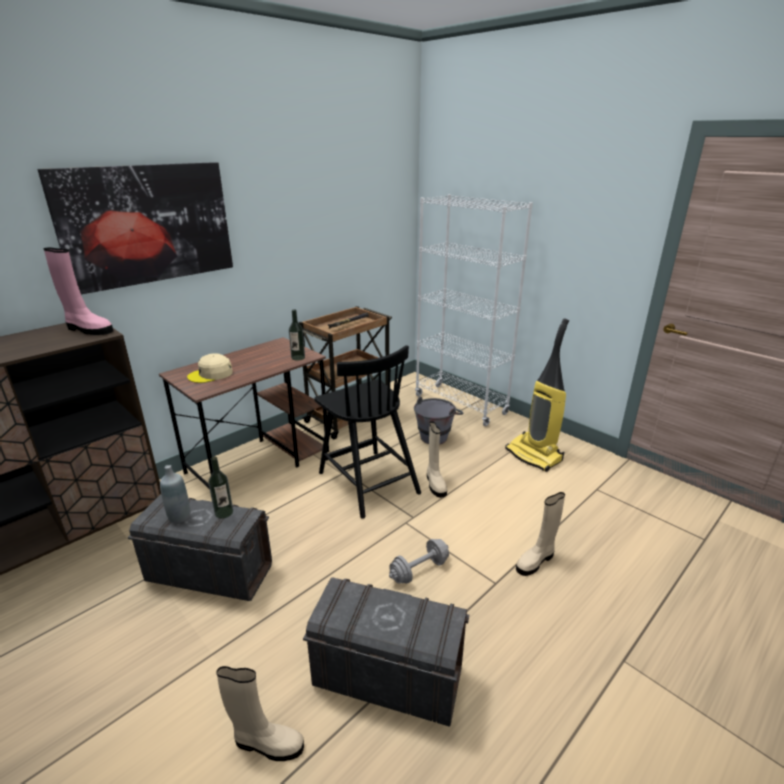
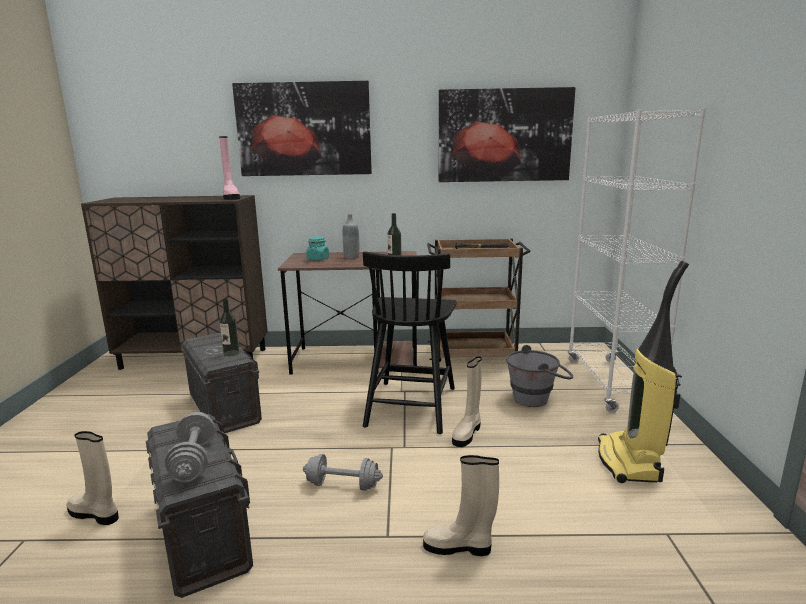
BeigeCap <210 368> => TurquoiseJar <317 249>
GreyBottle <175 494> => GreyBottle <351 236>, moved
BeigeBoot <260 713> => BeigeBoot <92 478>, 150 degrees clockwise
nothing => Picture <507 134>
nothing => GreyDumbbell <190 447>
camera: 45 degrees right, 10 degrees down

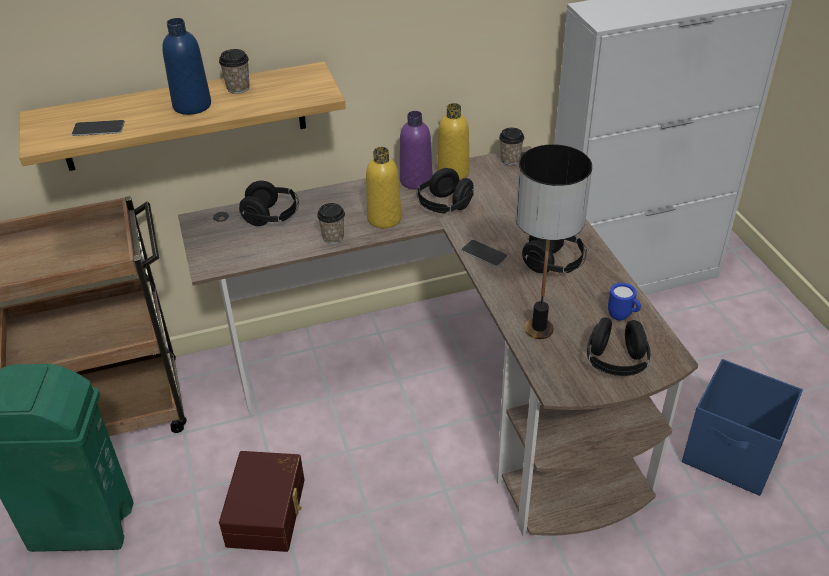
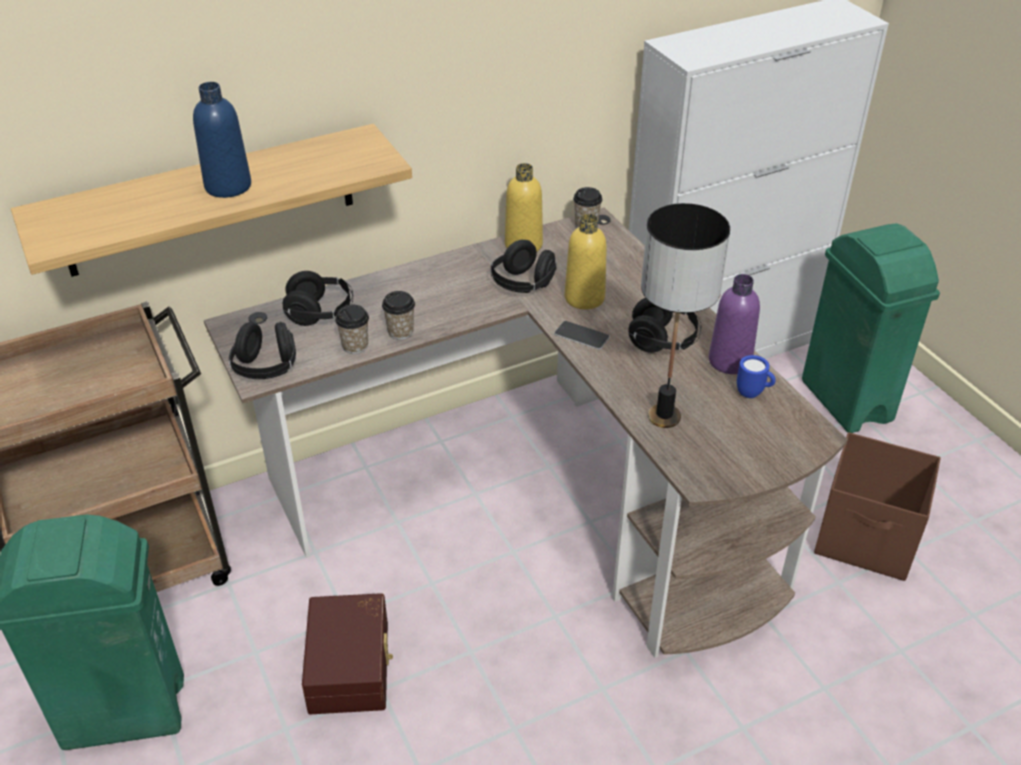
Cup <234 71> => Cup <352 329>, moved
PurpleBottle <416 150> => PurpleBottle <734 324>, moved
Phone <98 128> => nothing
YellowBottle <384 187> => YellowBottle <586 261>, moved
BlackHeadphones <618 346> => BlackHeadphones <262 350>, moved
BlueStorageBox <742 427> => BrownStorageBox <877 506>
nothing => GreenTrashCan <871 328>
camera: 10 degrees left, 0 degrees up

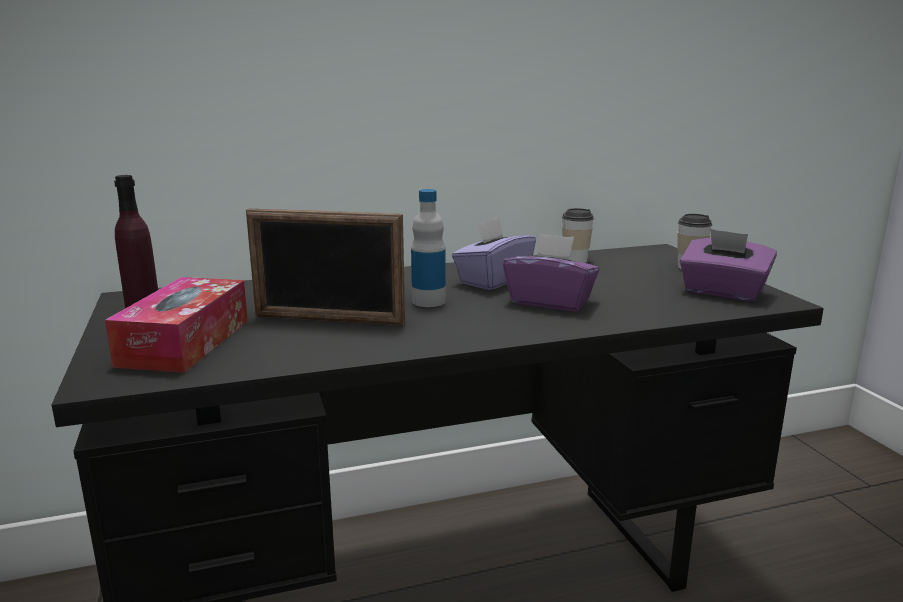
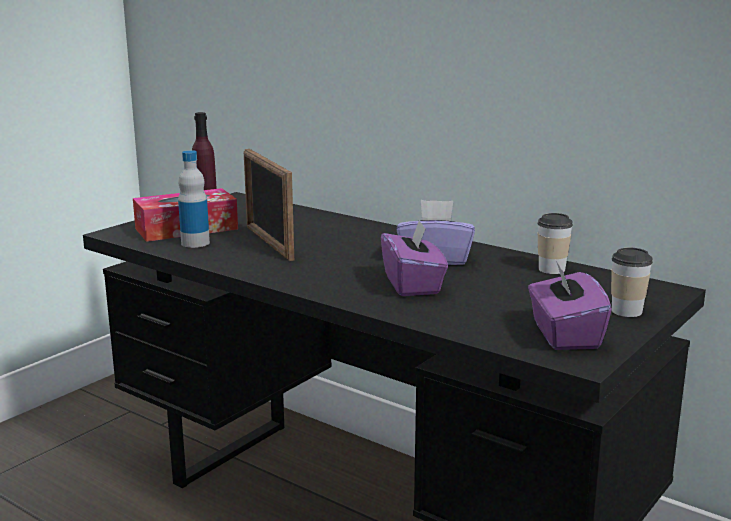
Bottle <428 248> => Bottle <194 199>, moved
camera: 55 degrees right, 0 degrees up

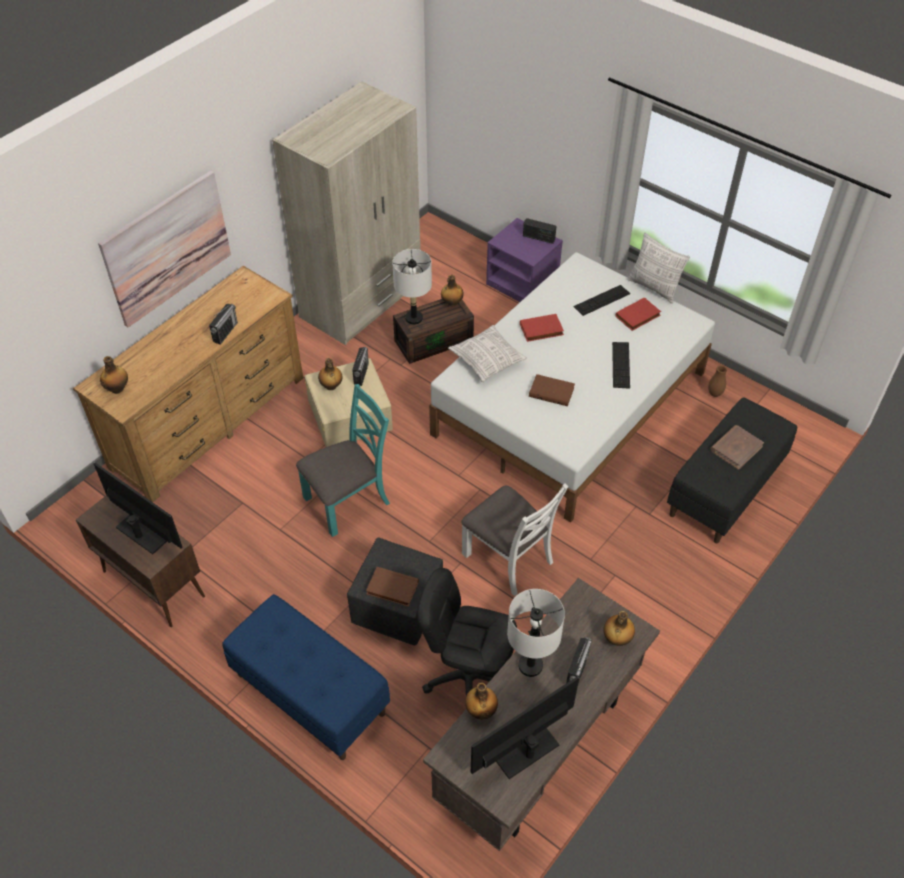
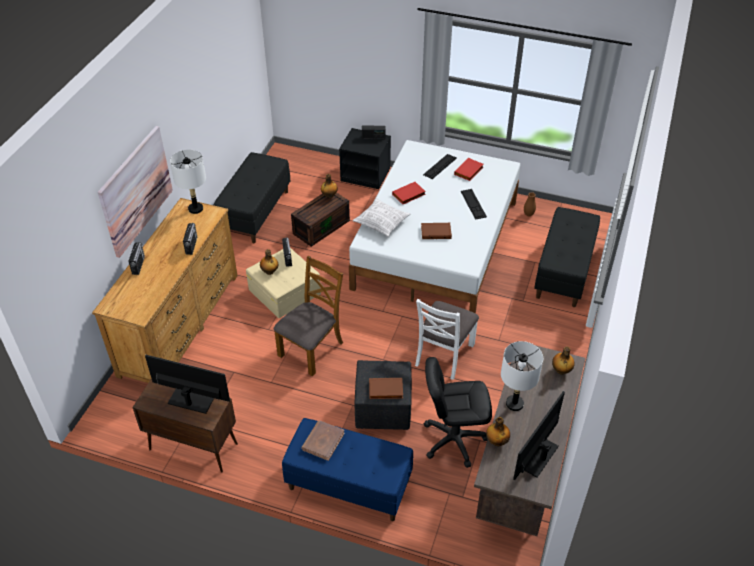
BeigeWardrobe <346 213> => BlackBench <252 197>
PurpleNightstand <524 260> => BlackNightstand <365 158>
Pillow <658 268> => nothing
WhiteTableLamp <412 287> => WhiteTableLamp <188 182>, moved
Bottle <114 375> => nothing
TurquoiseChair <343 460> => BrownChair <308 316>
BrownBook <737 447> => BrownBook <323 440>, moved
WhiteChair <514 539> => WhiteChair <447 339>, 90 degrees clockwise
Radio <579 660> => Radio <136 258>, moved
camera: 20 degrees left, 5 degrees down

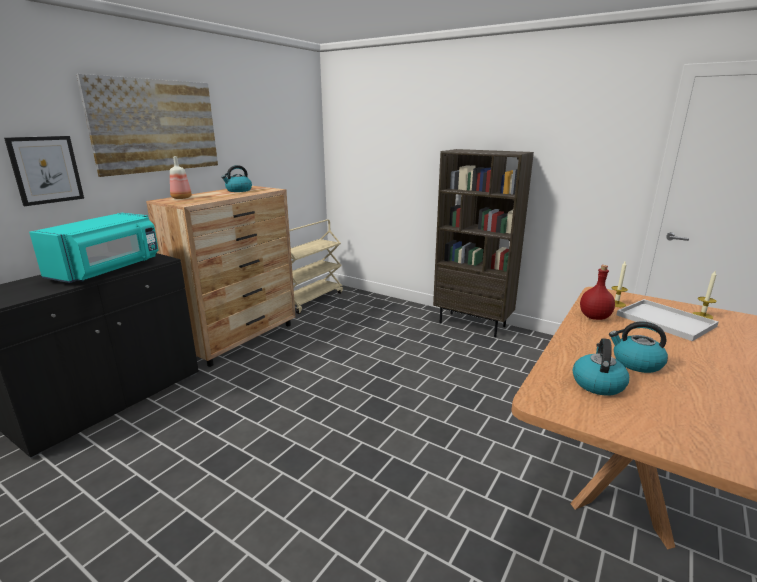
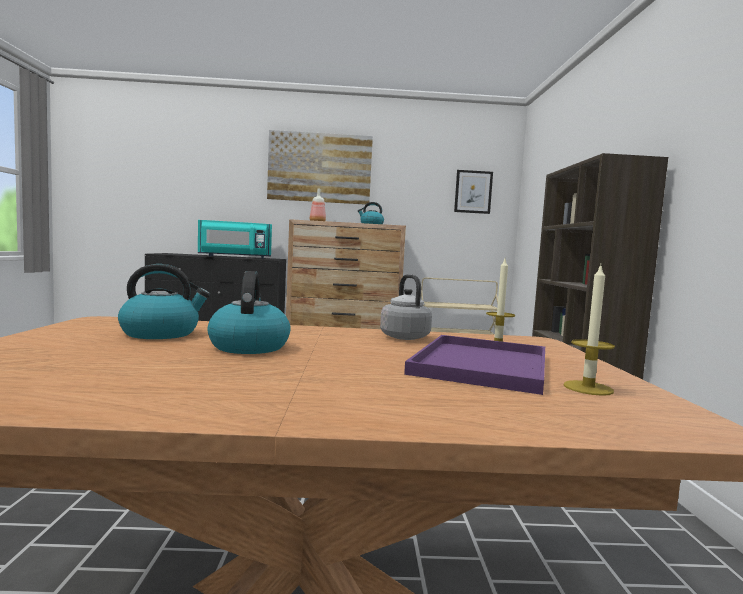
Picture <44 171> => Picture <473 192>, moved
RedBottle <597 292> => GreyKettle <406 307>
WhiteTray <668 320> => PurpleTray <474 365>
camera: 55 degrees right, 15 degrees down

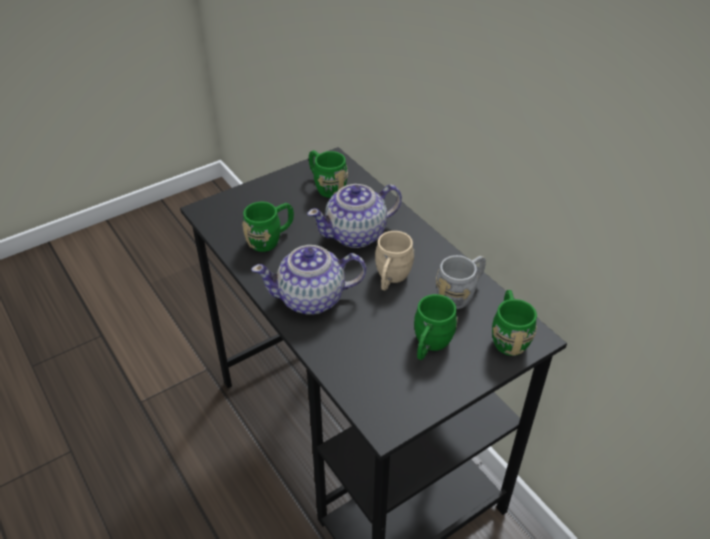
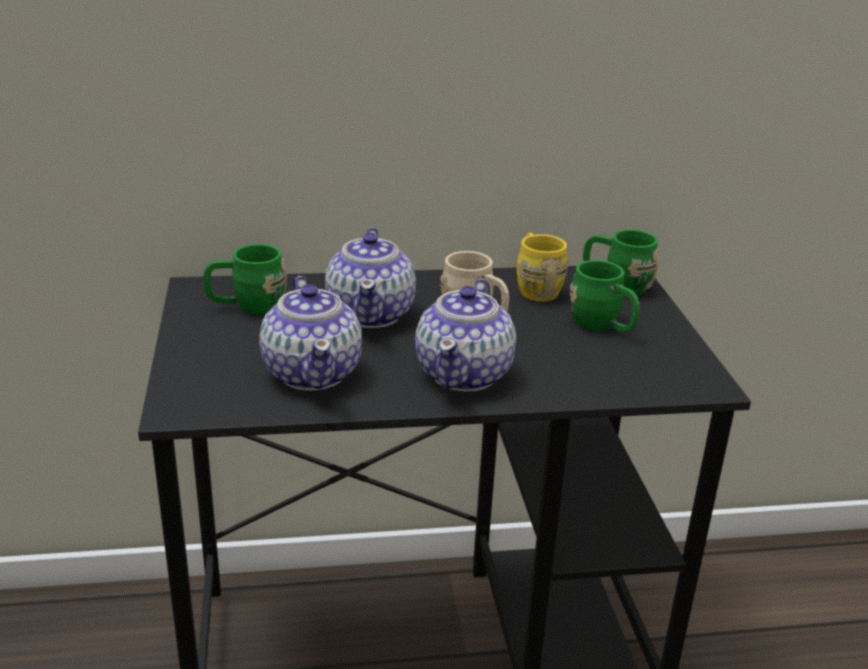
GreenMug <268 227> => Teapot <310 333>
GreyMug <461 282> => YellowMug <542 267>
camera: 65 degrees left, 15 degrees down

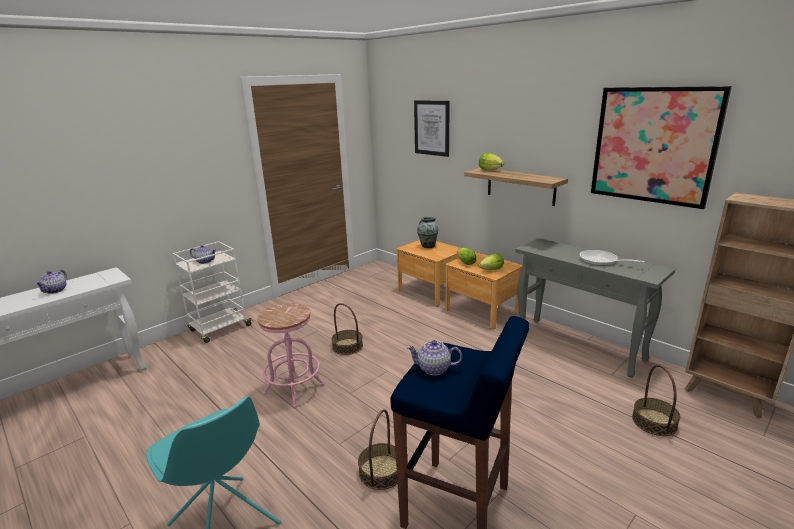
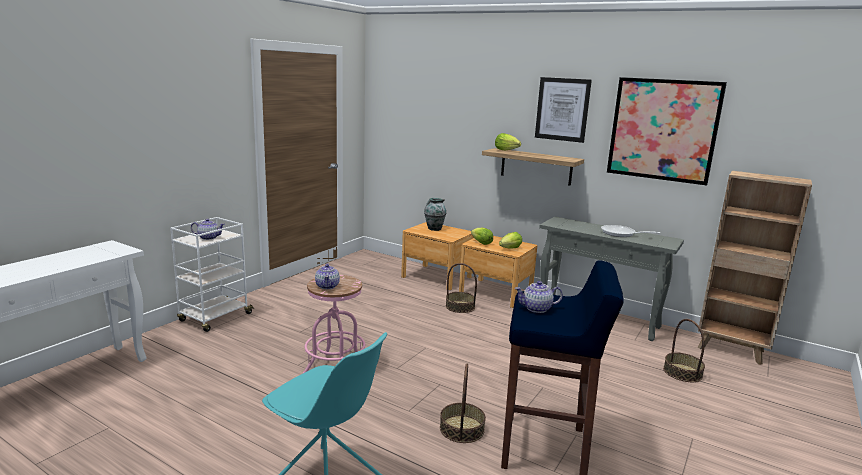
Picture <432 128> => Picture <563 110>, moved
Teapot <51 282> => Teapot <327 276>, moved
Basket <347 329> => Basket <461 288>, moved
camera: 15 degrees left, 5 degrees down

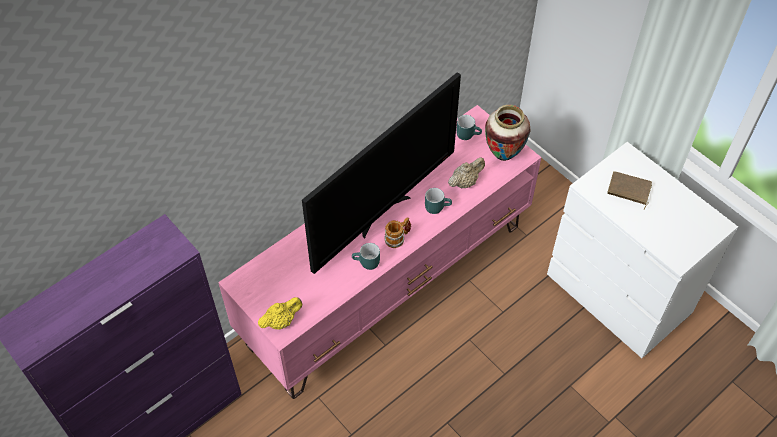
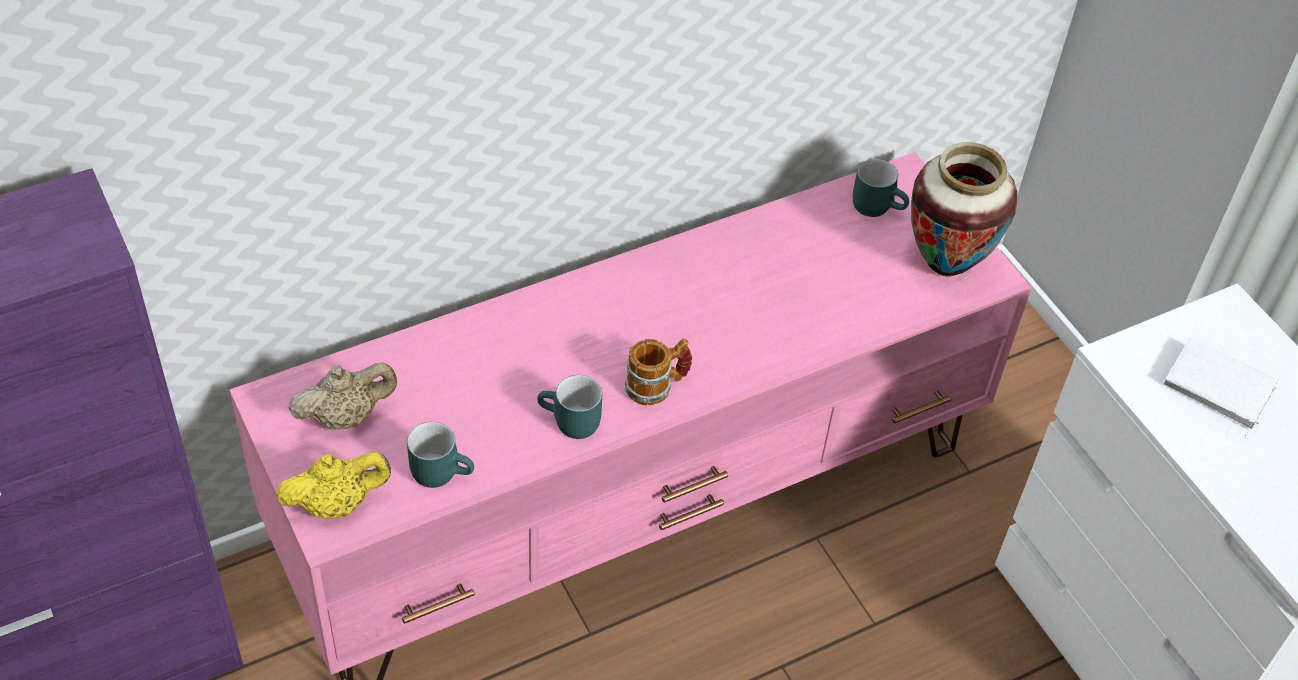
Television <381 173> => nothing
BeigeTeapot <466 173> => BeigeTeapot <342 396>, moved
BrownBook <629 190> => WhiteBook <1220 388>
TurquoiseMug <438 201> => TurquoiseMug <440 455>, moved
camera: 10 degrees right, 5 degrees down

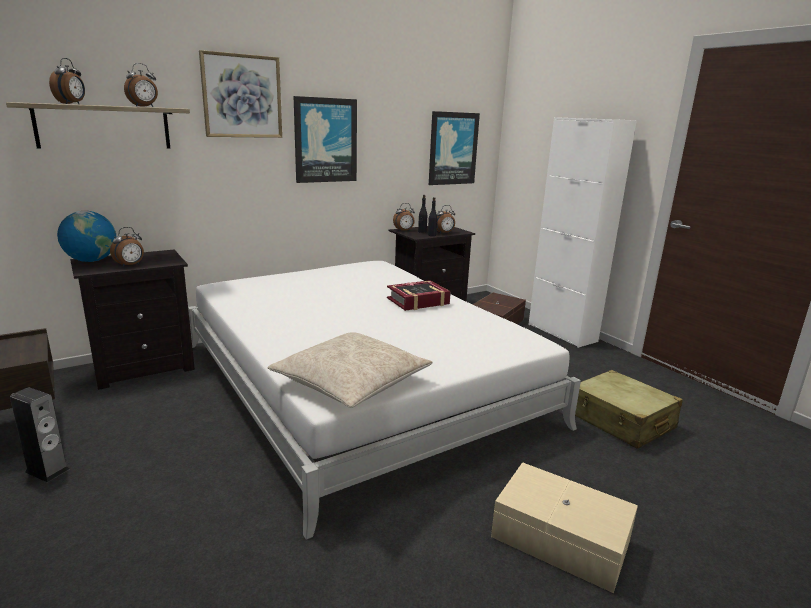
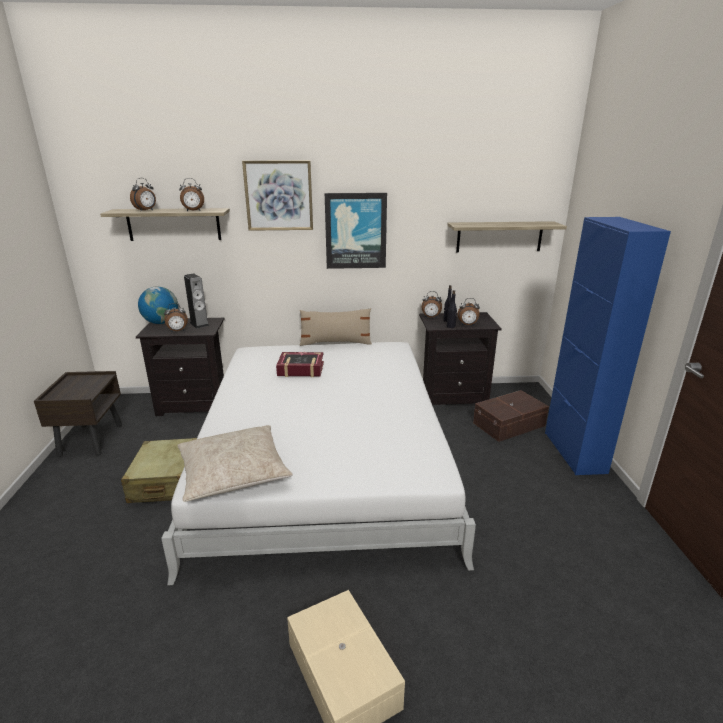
Picture <454 148> => Shelf <507 236>
WhiteCabinet <582 232> => BlueCabinet <608 346>
Book <419 295> => Book <300 364>, moved
BeigeSuitcase <629 409> => BeigeSuitcase <159 470>, moved
Speaker <40 434> => Speaker <196 301>, moved
nothing => BeigePillow <336 327>
camera: 30 degrees right, 5 degrees up

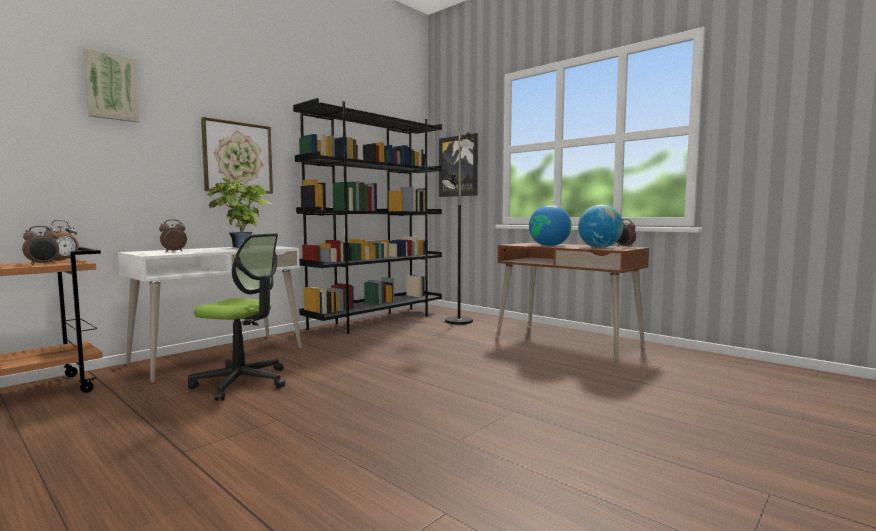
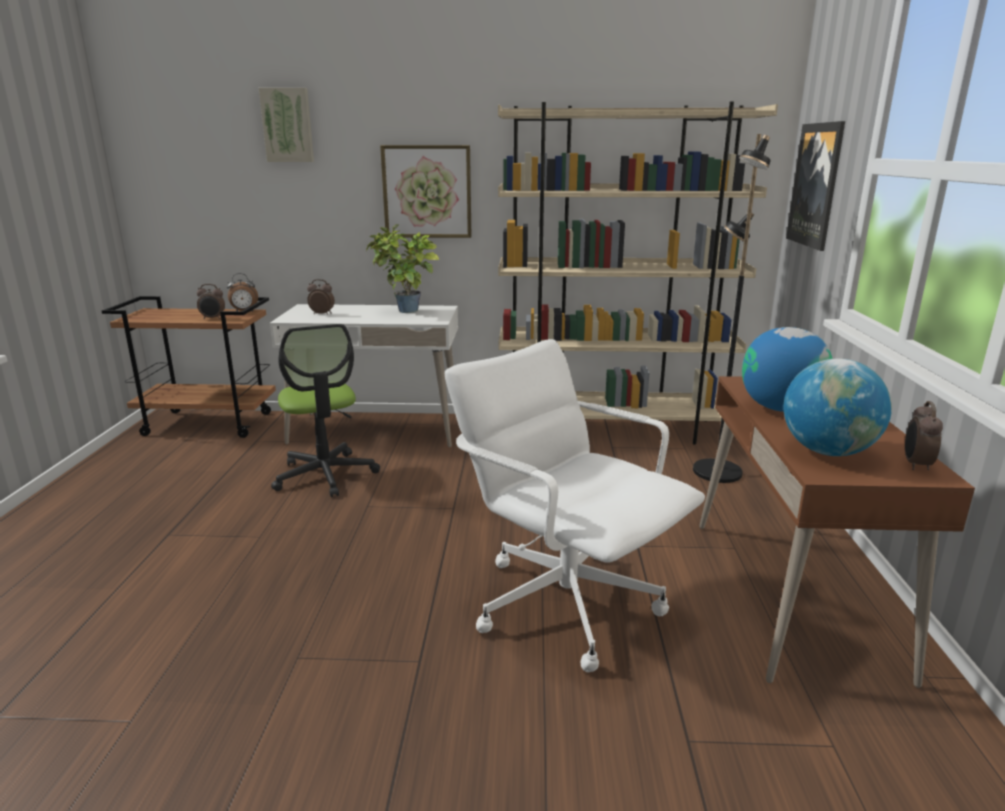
BlackBookcase <367 216> => BeigeBookcase <638 273>
nothing => WhiteOfficeChair <575 506>
camera: 50 degrees right, 15 degrees up

